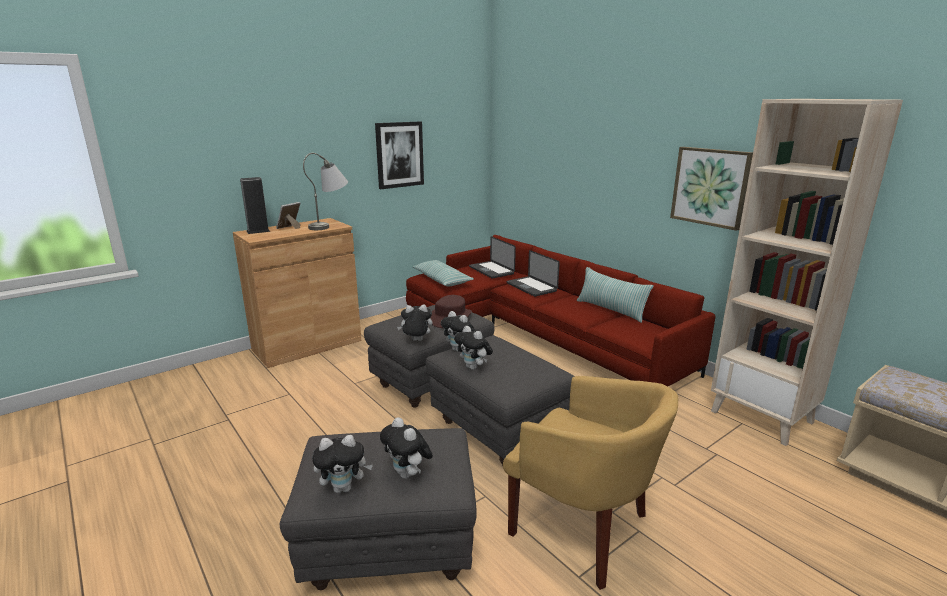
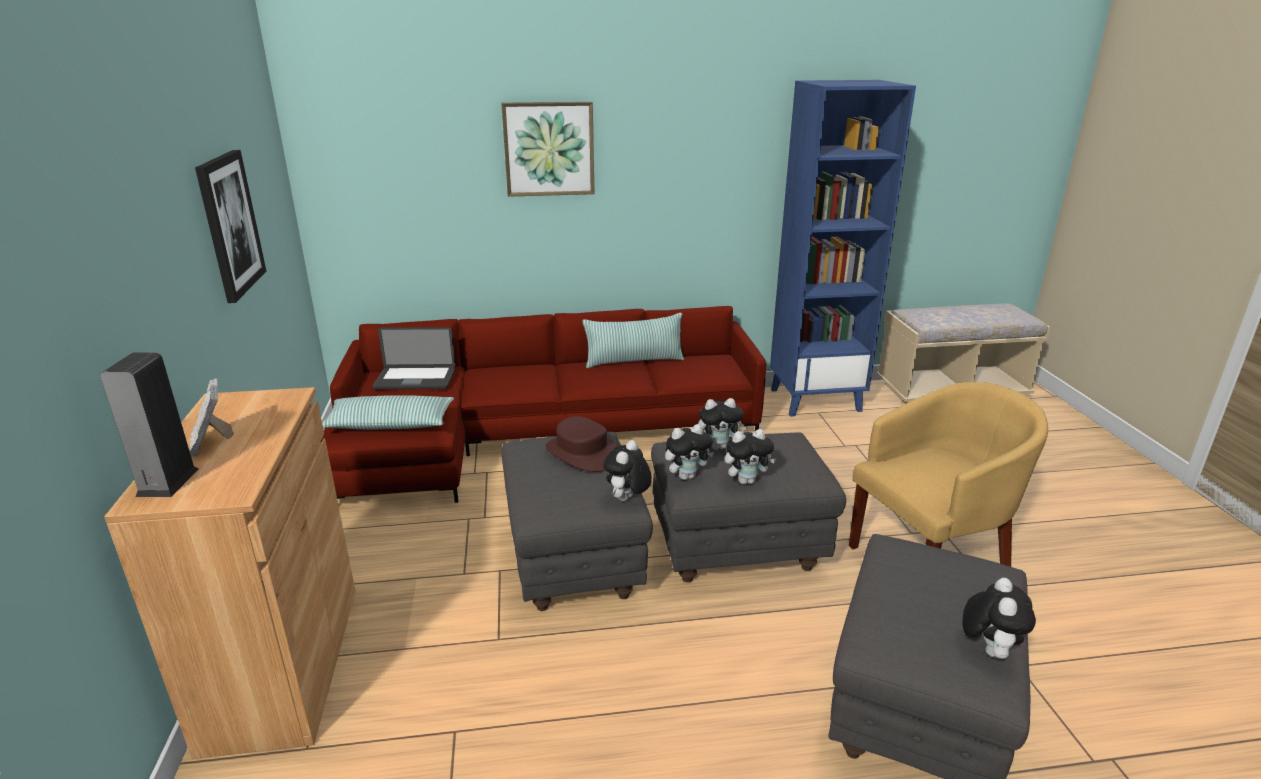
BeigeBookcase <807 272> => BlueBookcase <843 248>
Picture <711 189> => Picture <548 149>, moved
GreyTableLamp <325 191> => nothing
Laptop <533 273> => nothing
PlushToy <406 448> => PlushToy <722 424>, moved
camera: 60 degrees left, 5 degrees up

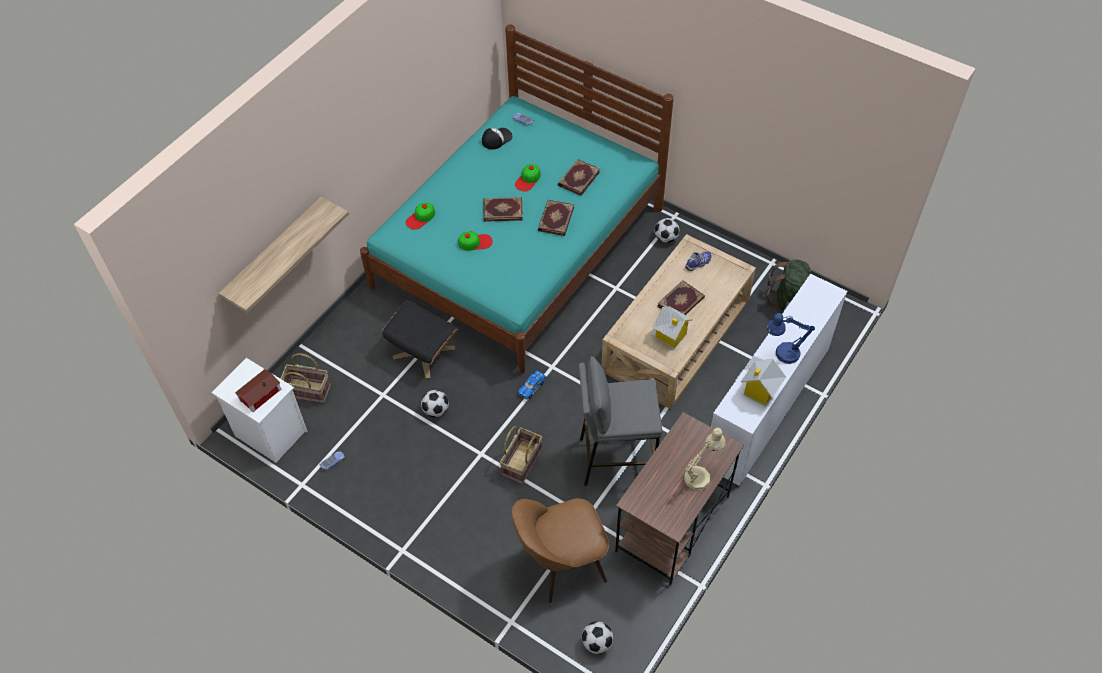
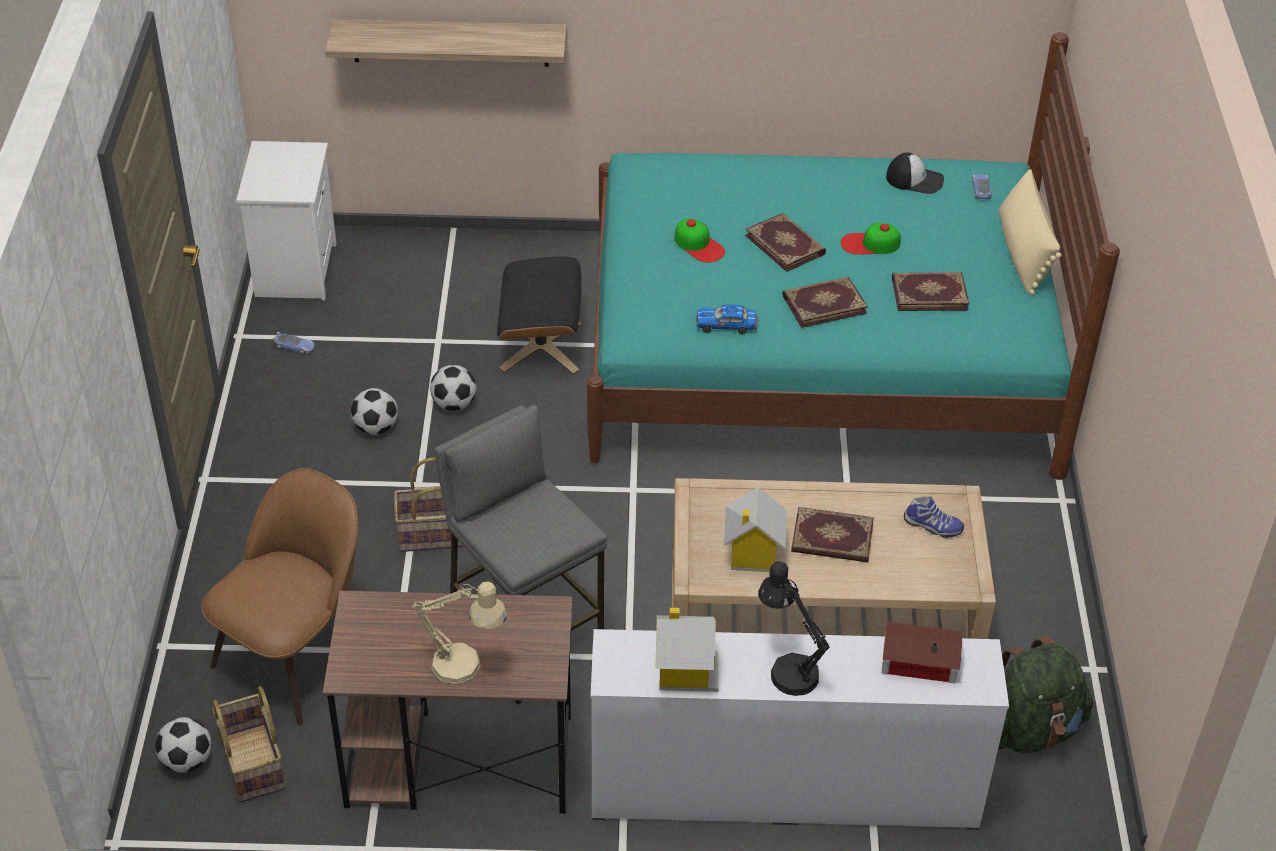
Cap <420 216> => nothing
Football <667 230> => Football <374 411>, moved
BlueTableLamp <790 338> => BlackTableLamp <794 628>
Basket <305 378> => Basket <248 744>, moved
ToyHouse <258 390> => ToyHouse <922 652>, moved
ToyCar <531 385> => ToyCar <727 319>, moved
BrownChair <560 550> => BrownChair <279 597>, 90 degrees clockwise
nothing => BeigePillow <1030 232>
camera: 55 degrees right, 10 degrees down

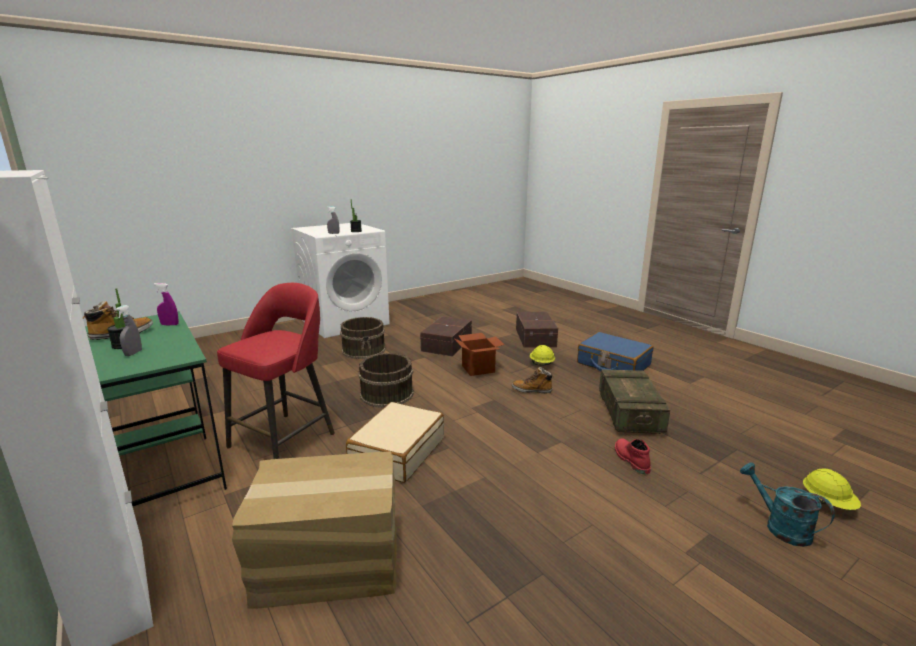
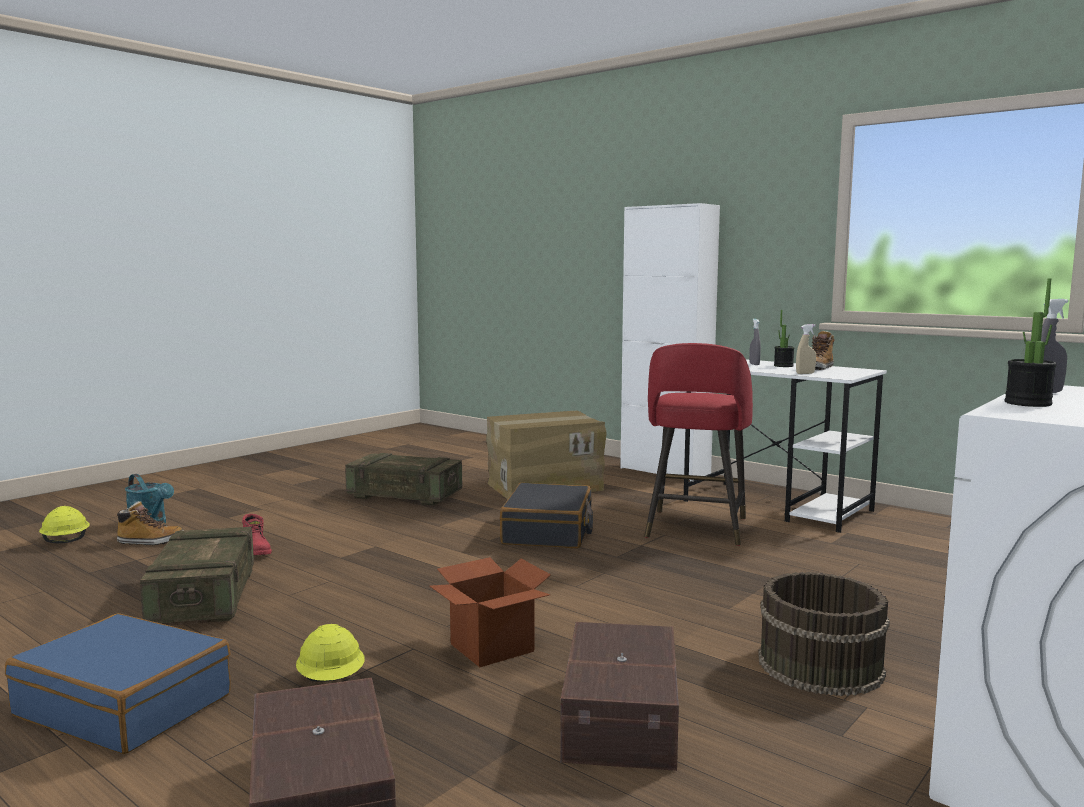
PurpleSprayBottle <166 304> => BeigeSprayBottle <806 349>
GreenDesk <156 409> => WhiteDesk <785 446>
BrownBucket <386 380> => nothing
Boot <532 380> => Boot <149 523>, moved
BeigeSuitcase <395 442> => BlackSuitcase <546 515>
nothing => Crate <403 479>
camera: 165 degrees right, 10 degrees down

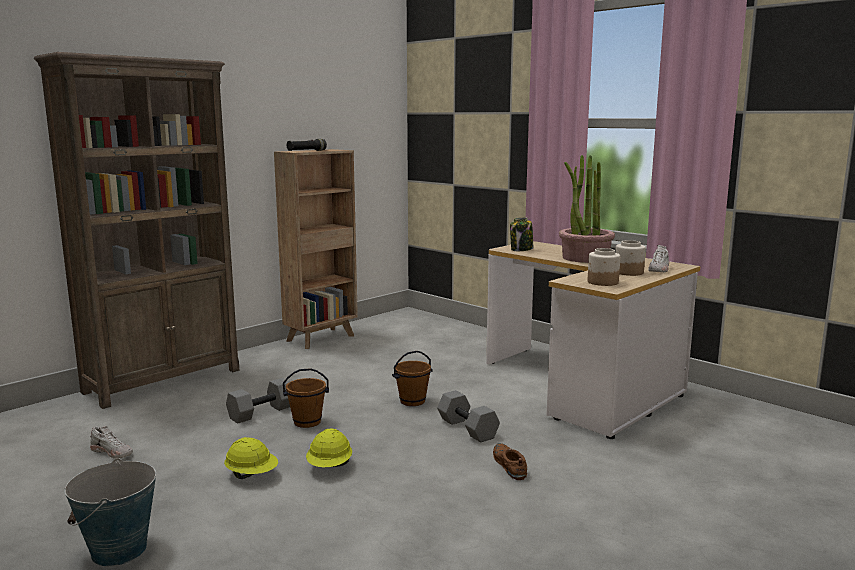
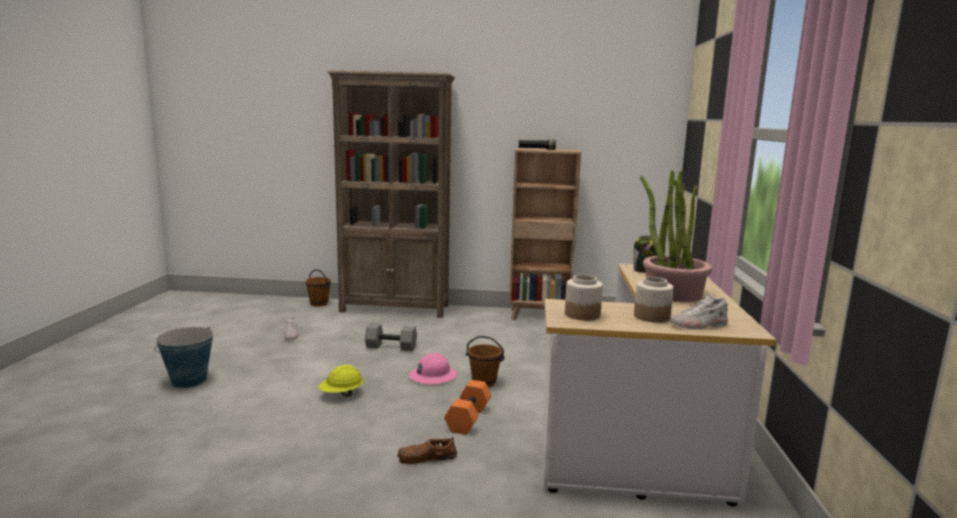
BrownBucket <306 398> => BrownBucket <318 288>, moved
GreyDumbbell <468 416> => OrangeDumbbell <468 407>
YellowHardHat <251 458> => nothing
BrownShoe <510 461> => BrownShoe <427 450>, 135 degrees counterclockwise
nothing => PinkHardHat <433 368>
camera: 50 degrees right, 0 degrees up

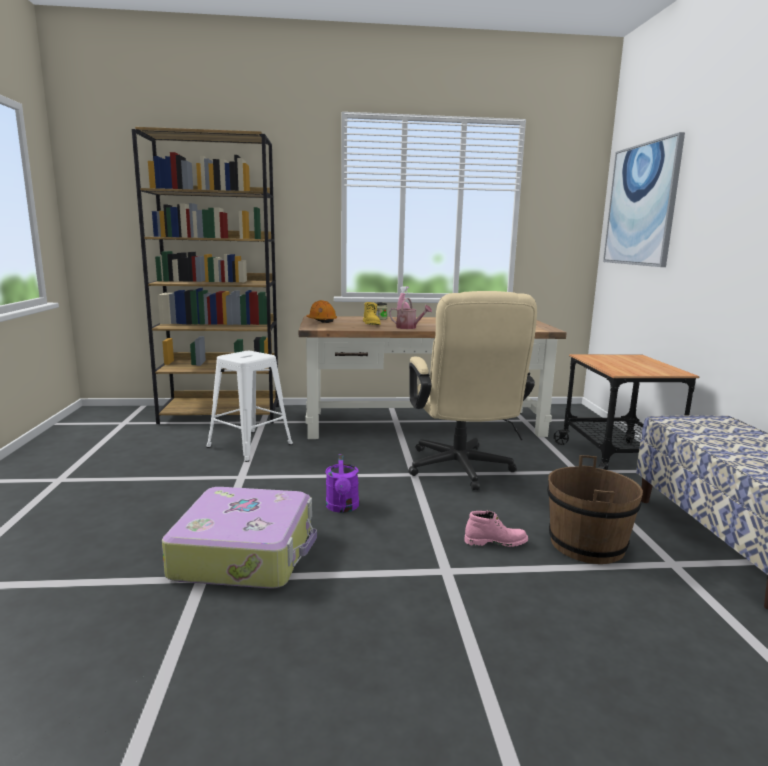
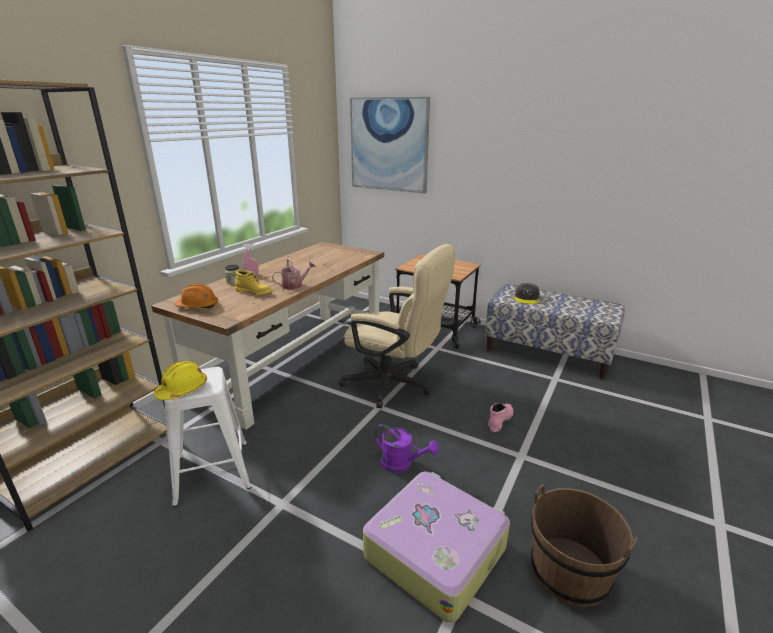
BrownBucket <595 509> => BrownBucket <584 545>, moved
nothing => GreyCap <527 293>
nothing => YellowHardHat <180 380>
camera: 55 degrees left, 10 degrees up

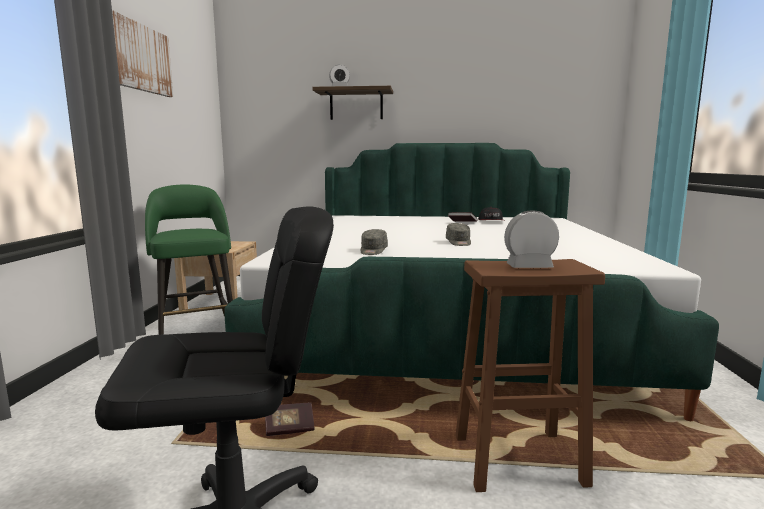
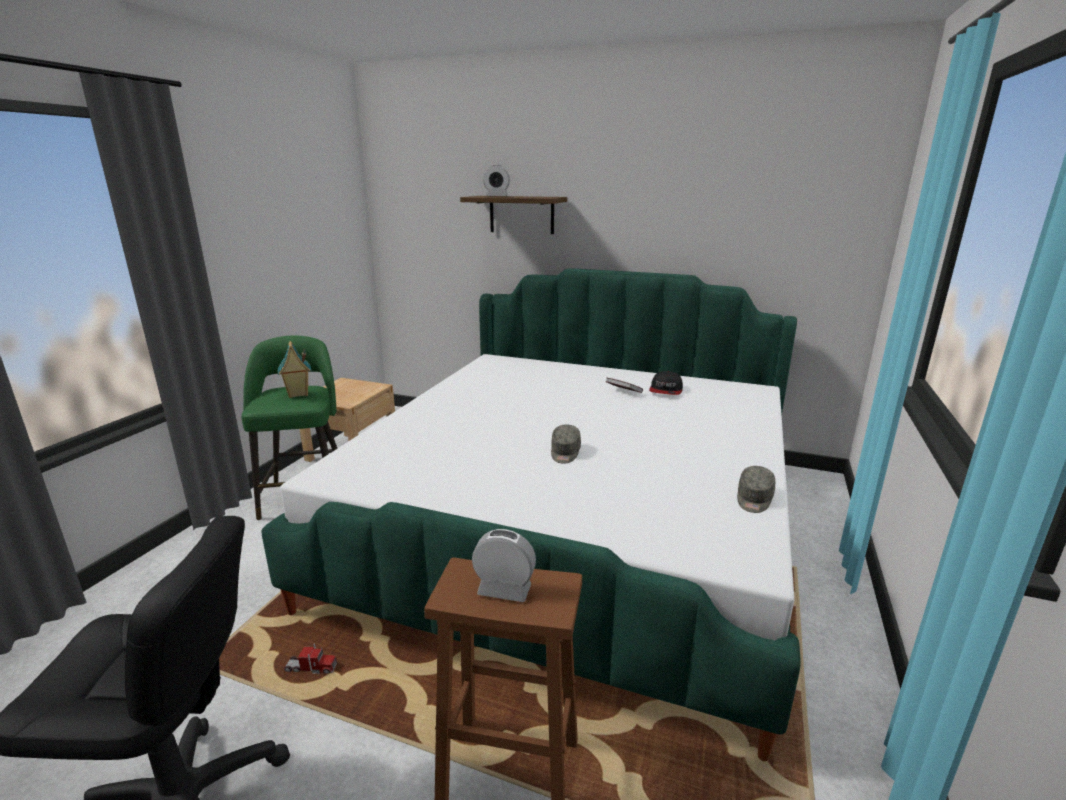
Picture <142 53> => nothing
GreyCap <374 242> => GreyCap <756 489>, moved
Book <290 419> => ToyTruck <310 658>
nothing => ToyHouse <294 369>
camera: 15 degrees right, 10 degrees up

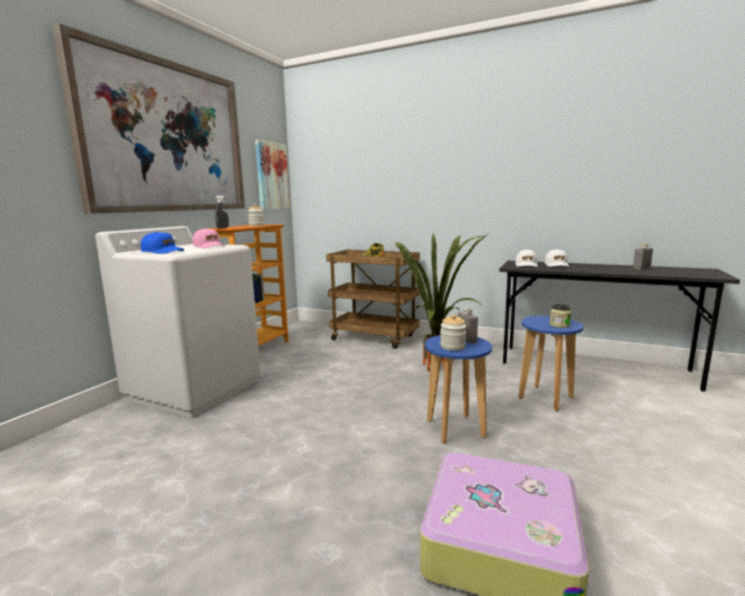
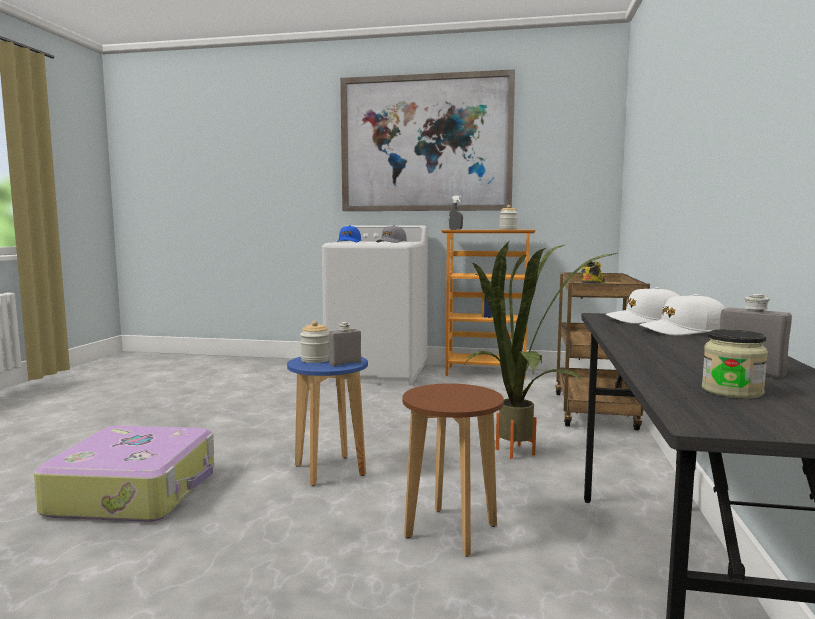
Picture <272 175> => nothing
PinkCap <209 238> => GreyCap <391 234>
Jar <560 316> => Jar <735 363>, moved
BlueStool <551 363> => BrownStool <453 470>
camera: 75 degrees right, 5 degrees down

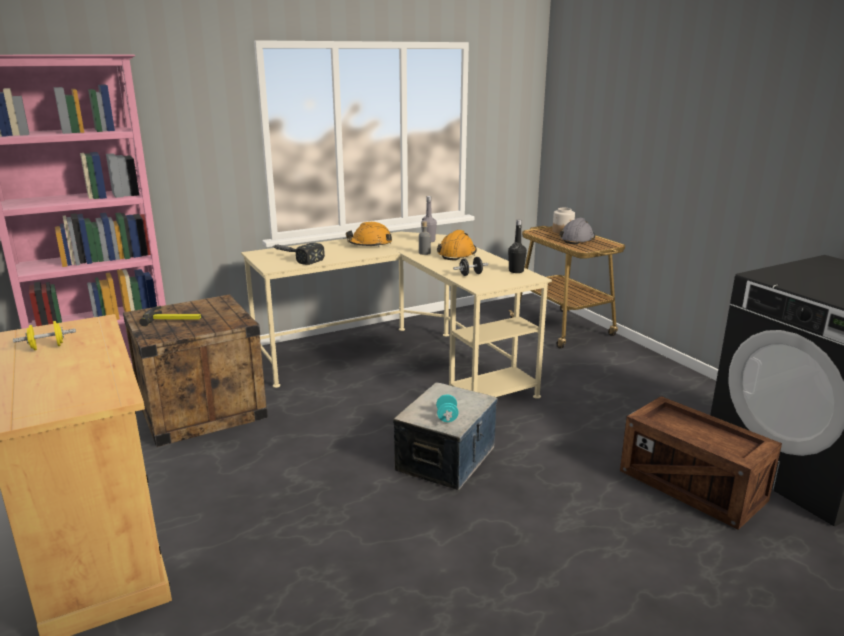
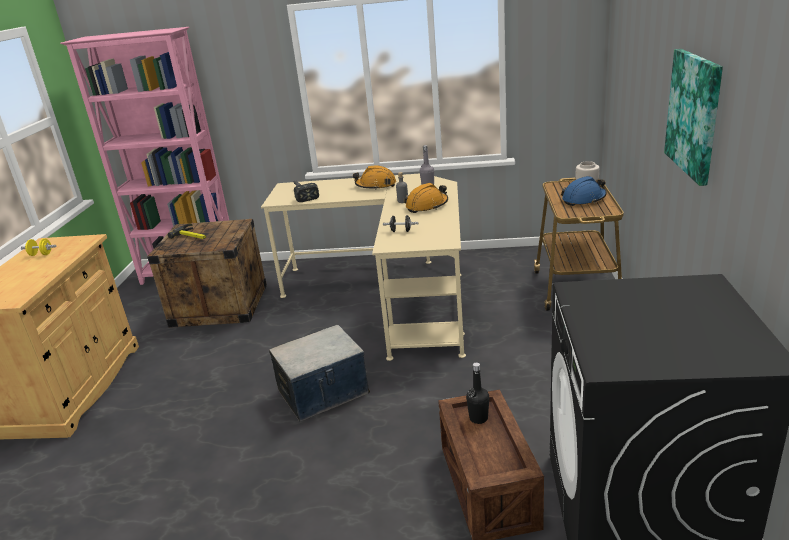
GreyHardHat <577 231> => BlueHardHat <584 191>
BlackBottle <517 246> => BlackBottle <477 393>, moved
TurquoiseDumbbell <447 408> => nothing
nothing => Picture <693 117>
camera: 35 degrees right, 5 degrees up

